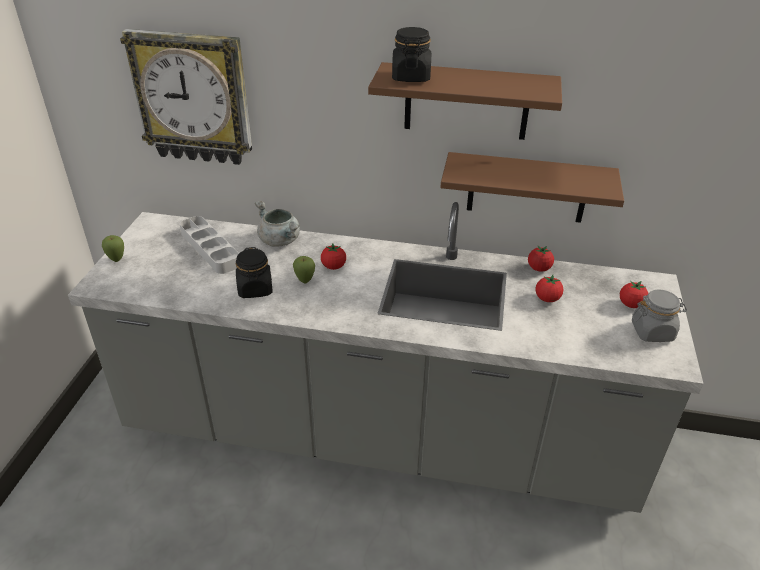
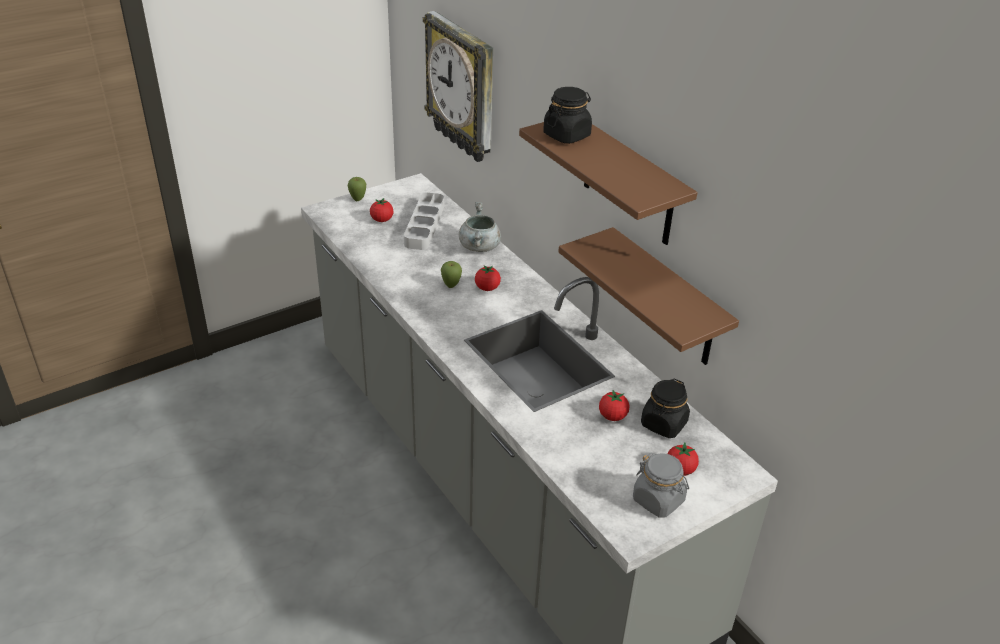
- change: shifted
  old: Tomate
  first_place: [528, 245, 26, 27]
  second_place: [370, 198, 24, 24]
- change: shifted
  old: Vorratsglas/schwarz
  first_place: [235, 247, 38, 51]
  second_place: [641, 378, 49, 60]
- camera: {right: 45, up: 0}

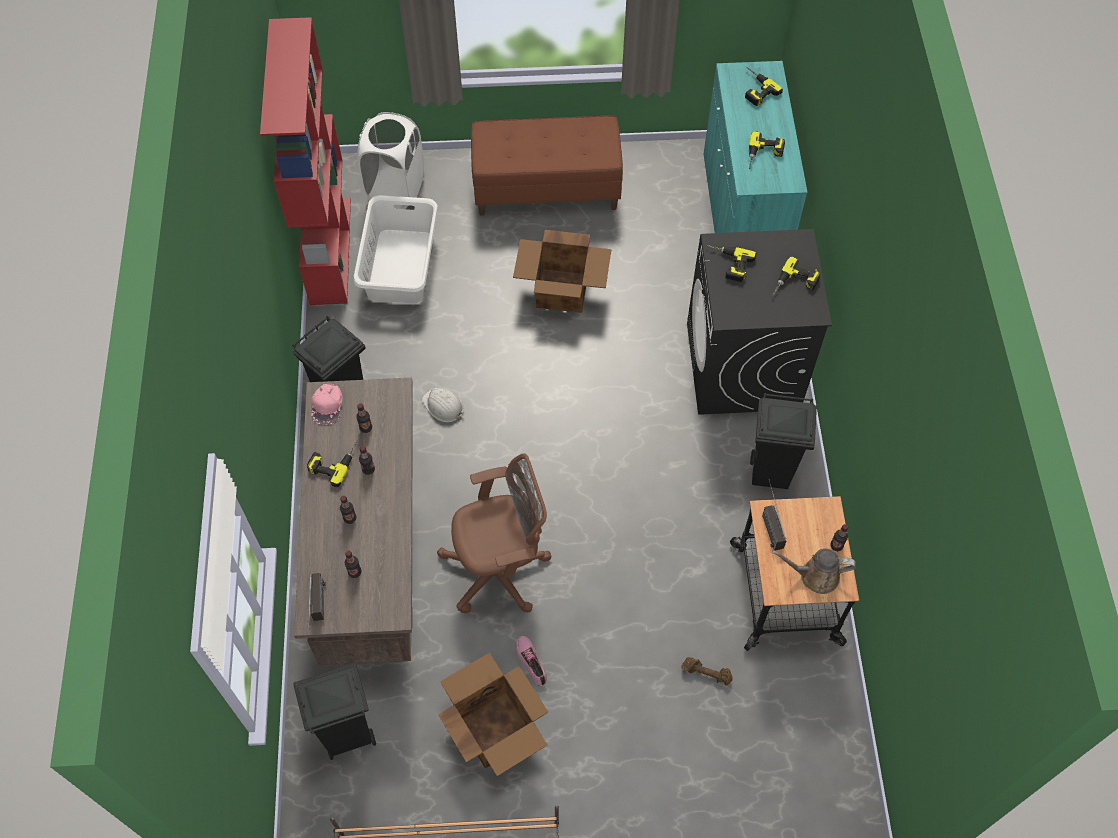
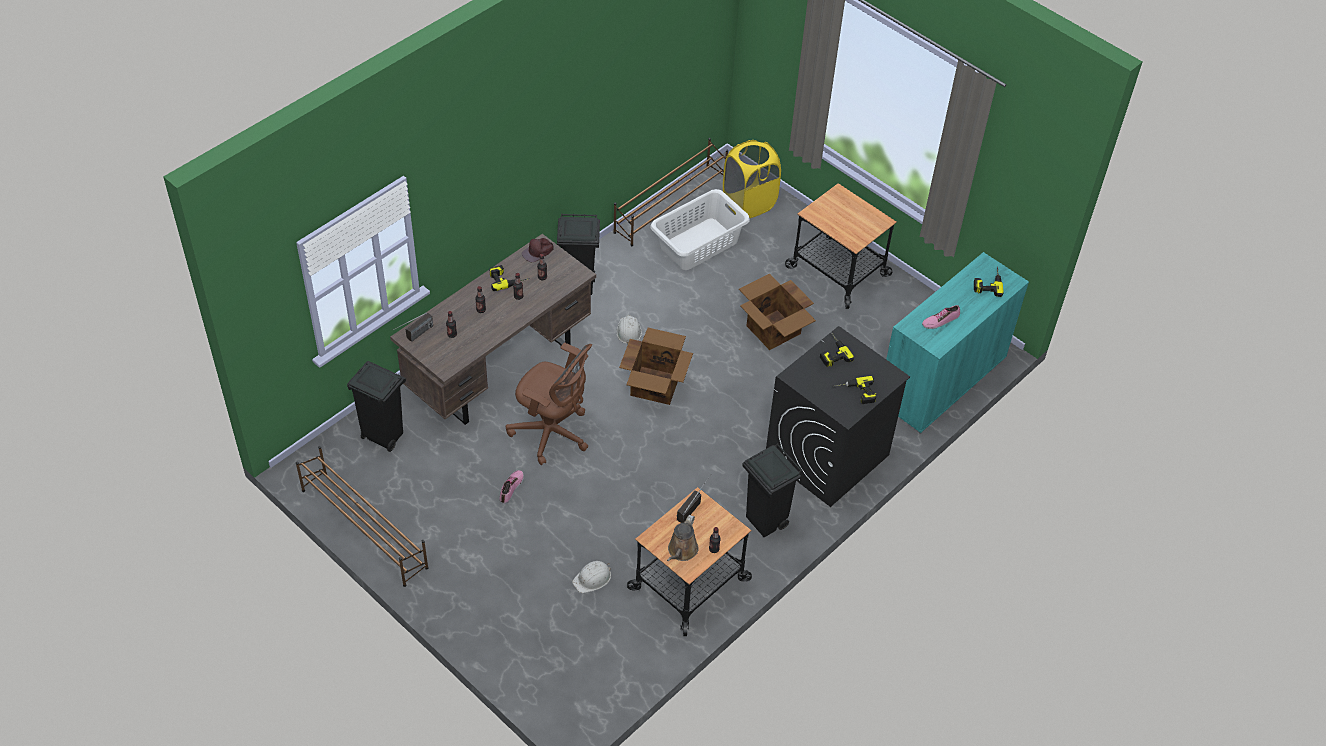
- change: repainted
  old: Kappe/rosa
  new: Kappe/braun
  first_place: [311, 384, 32, 40]
  second_place: [522, 238, 32, 24]
- change: swapped
  old: Hantel/braun
  new: Schutzhelm/weiß
  first_place: [681, 657, 52, 29]
  second_place: [572, 561, 39, 32]
- change: swapped
  old: Bücherregal/rot
  new: Schuhregal/braun
  first_place: [260, 17, 91, 288]
  second_place: [613, 138, 115, 108]
- change: shifted
  old: Karton
  first_place: [438, 652, 110, 124]
  second_place: [619, 328, 74, 77]
- change: rotated
  old: Gießkanne/braun
  first_place: [772, 548, 84, 46]
  second_place: [667, 515, 32, 46]
  degrees: -120
- change: repainted
  old: Wäschekorb/weiß
  new: Wäschekorb/gelb
  first_place: [358, 112, 66, 97]
  second_place: [723, 140, 58, 78]
- change: swapped
  old: Bank/braun
  new: Rollwagen
  first_place: [471, 116, 152, 100]
  second_place: [785, 183, 112, 126]
- change: swapped
  old: Bohrmaschine
  new: Schuh
  first_place: [749, 131, 36, 38]
  second_place: [922, 305, 38, 24]
- camera: {right: 45, up: -10}

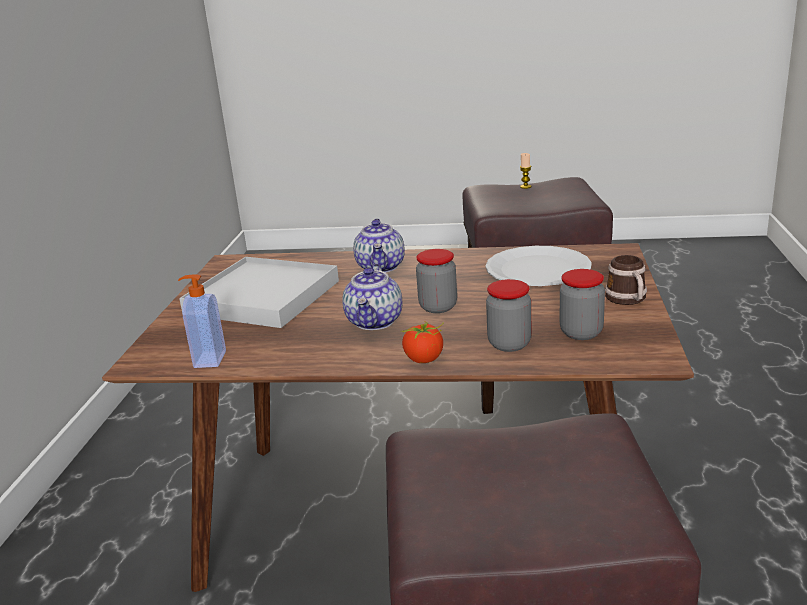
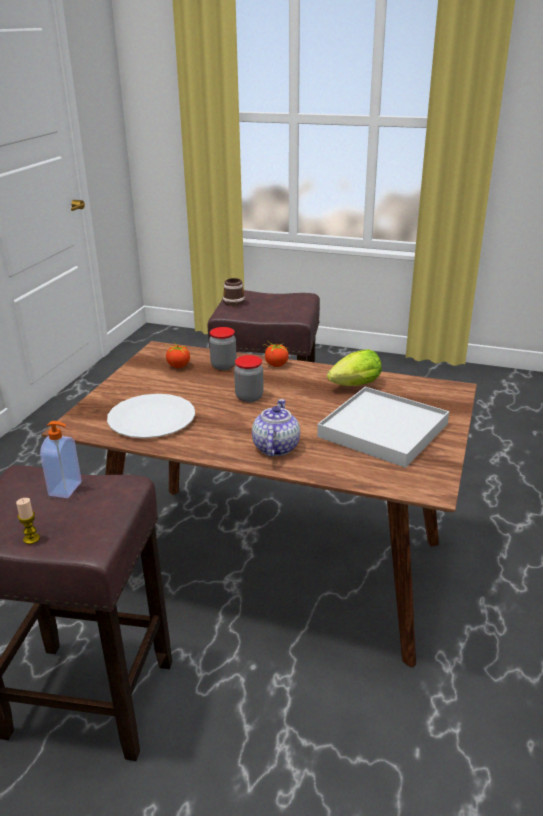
- change: shifted
  old: Seifenspender
  first_place: [178, 274, 48, 94]
  second_place: [40, 421, 41, 77]
- change: swapped
  old: Vorratsglas
  new: Tomate
  first_place: [560, 269, 45, 71]
  second_place: [165, 344, 25, 24]
- change: shifted
  old: Henkelbecher
  first_place: [605, 255, 42, 50]
  second_place: [223, 278, 22, 28]
- change: new
  new: Salatkopf
  second_place: [327, 349, 55, 37]
- change: gone
  old: Teekanne
  first_place: [342, 264, 60, 66]
- camera: {right: -170, up: 5}

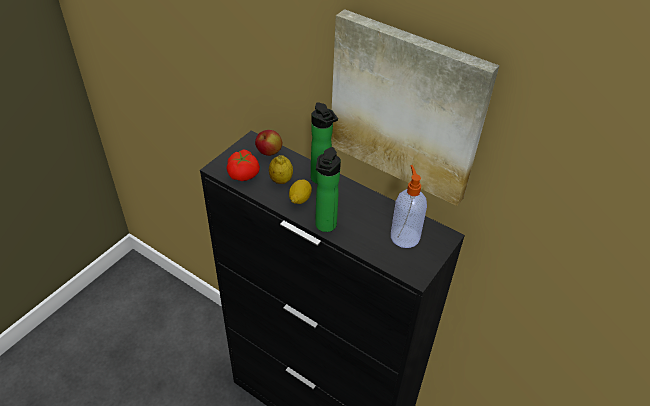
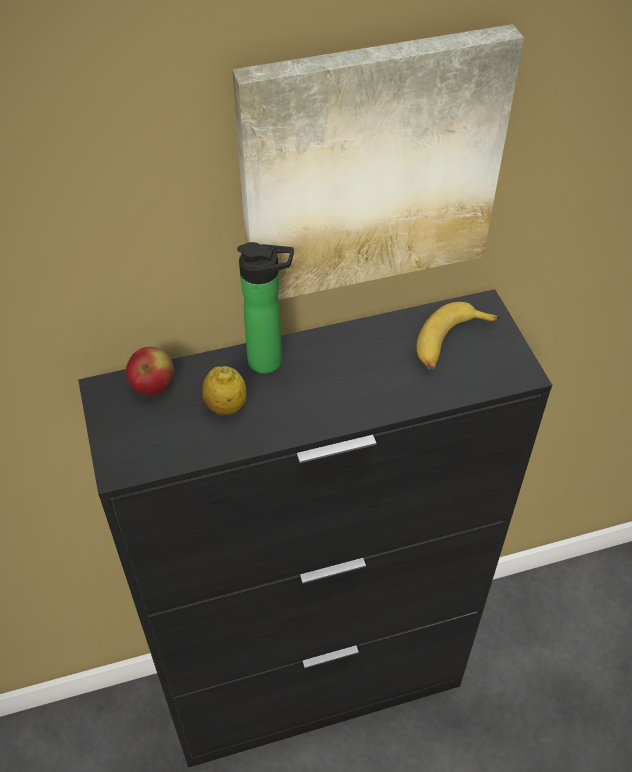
- change: swapped
  old: Seifenspender
  new: Banane
  first_place: [391, 165, 36, 83]
  second_place: [417, 302, 83, 68]
- change: gone
  old: Tomate
  first_place: [227, 149, 33, 32]
- change: gone
  old: Zitrone
  first_place: [289, 180, 23, 24]
- change: gone
  old: Flasche
  first_place: [315, 147, 26, 85]
- camera: {right: -50, up: 5}

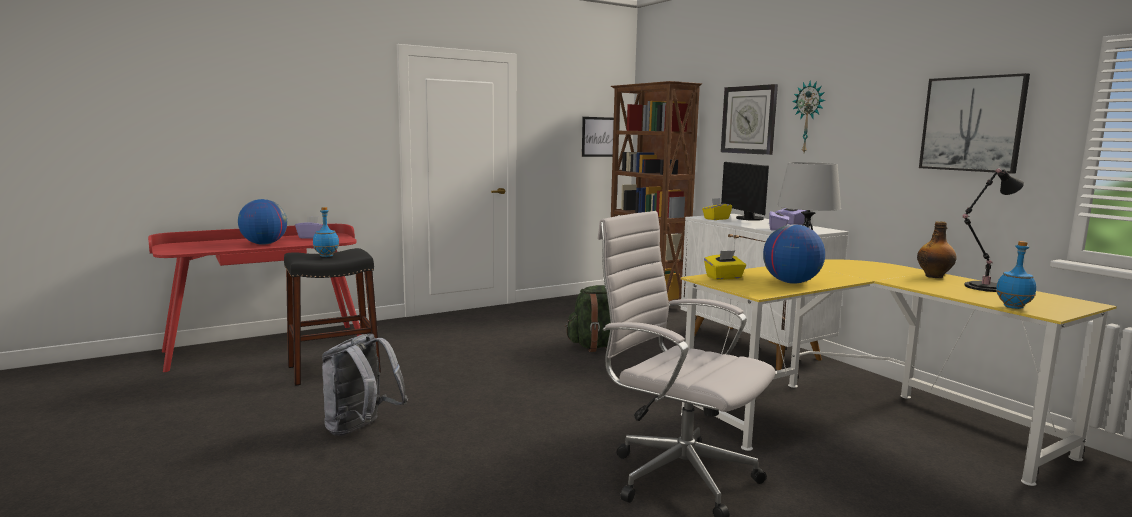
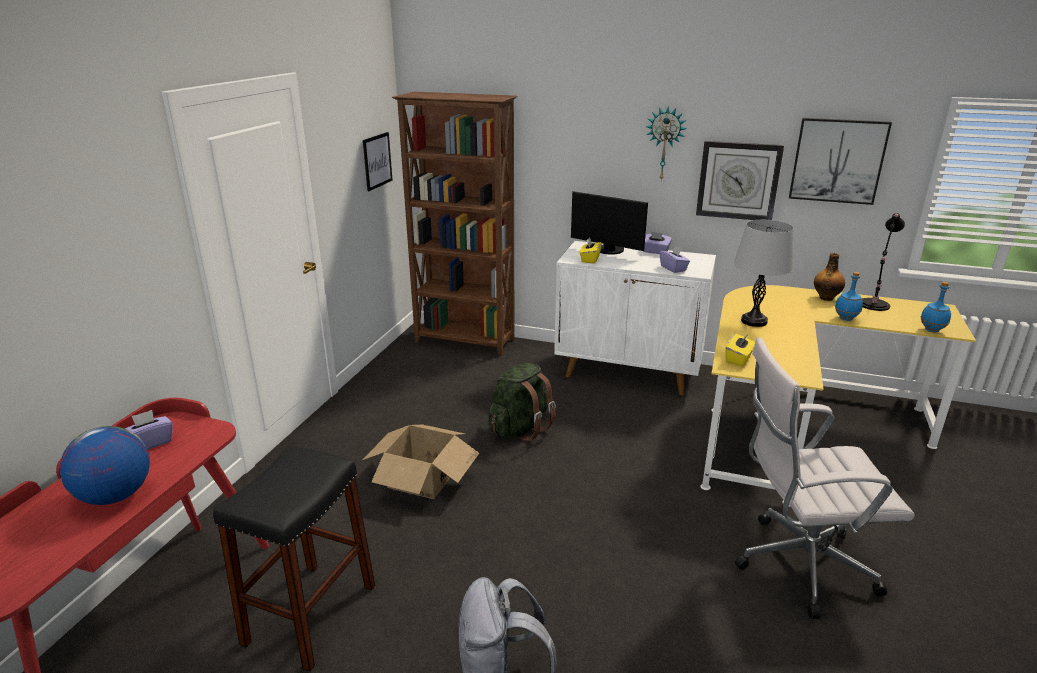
- change: new
  new: Karton
  second_place: [363, 425, 116, 74]
- change: shifted
  old: Wanduhr
  first_place: [721, 84, 57, 71]
  second_place: [696, 141, 88, 79]
- change: shifted
  old: Flasche/blau
  first_place: [313, 207, 26, 50]
  second_place: [835, 272, 28, 49]
- change: gone
  old: Globus
  first_place: [763, 224, 62, 60]
- camera: {right: -40, up: 15}

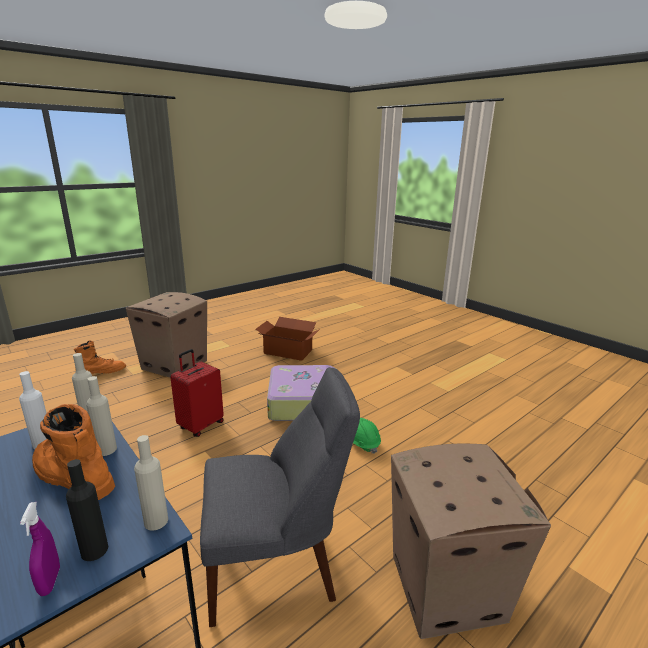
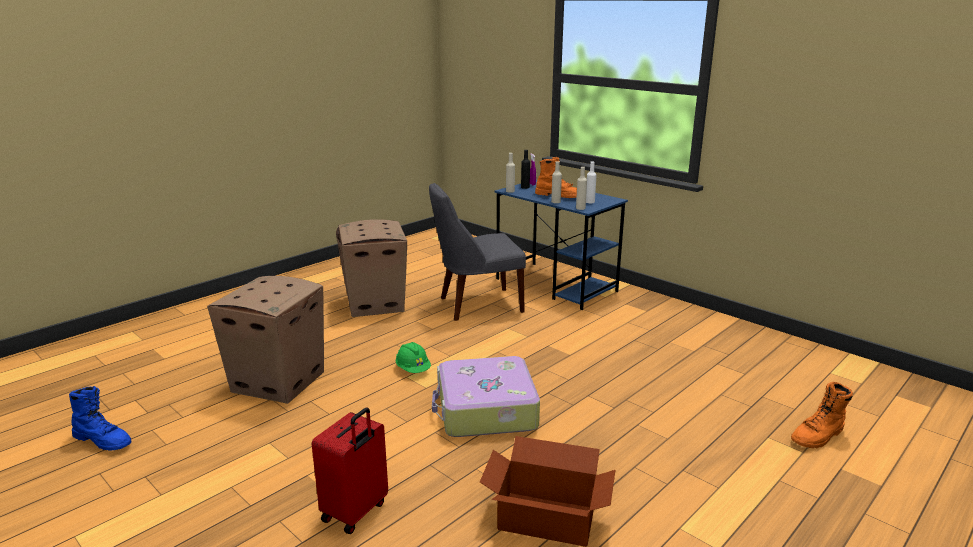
- change: new
  new: Stiefel/blau
  second_place: [69, 386, 63, 65]
- change: shifted
  old: Karton
  first_place: [126, 292, 81, 86]
  second_place: [207, 276, 117, 128]
- change: shifted
  old: Koffer/rot
  first_place: [170, 349, 54, 88]
  second_place: [312, 407, 76, 127]
- camera: {right: 175, up: 0}

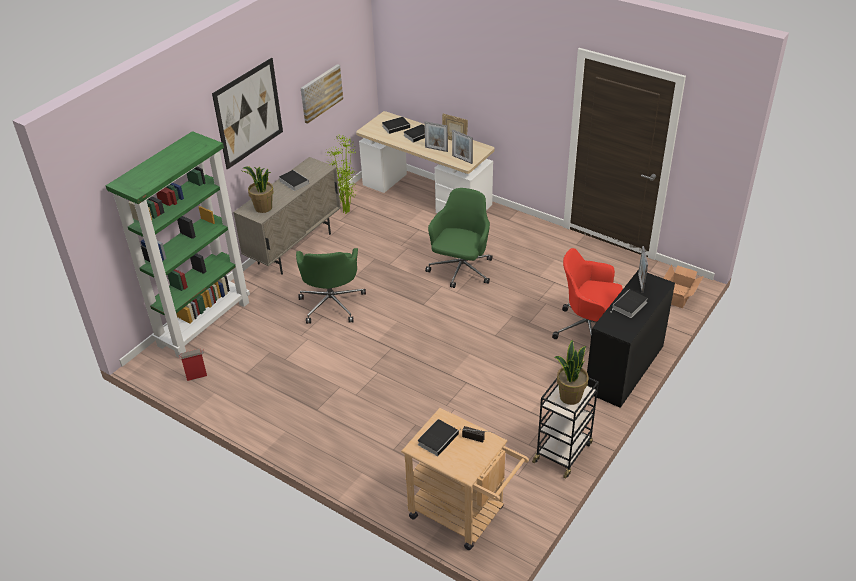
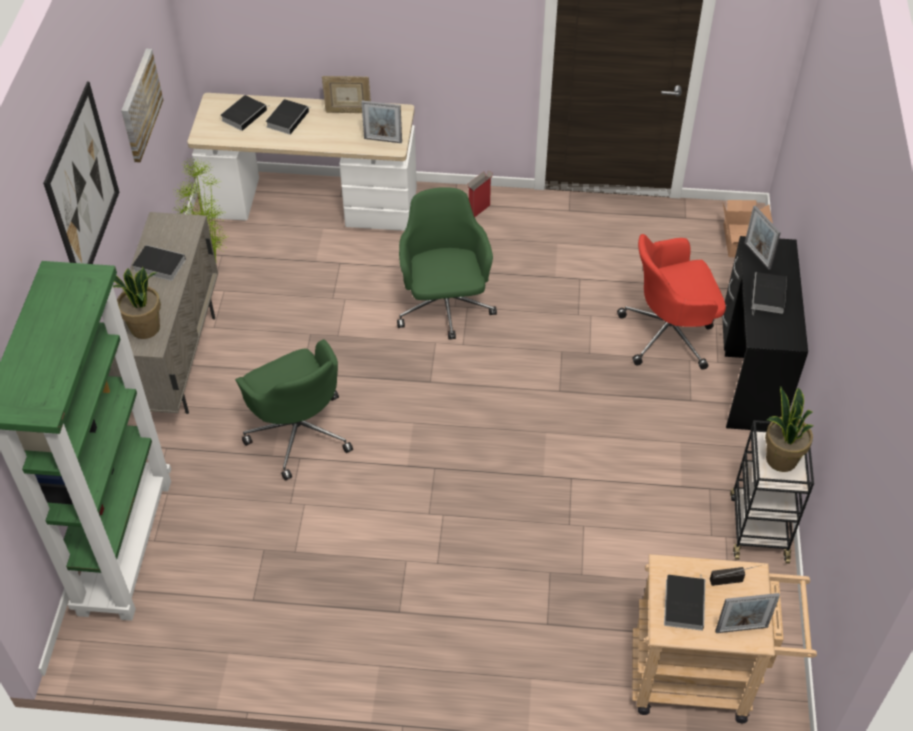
- change: shifted
  old: Karton
  first_place: [179, 349, 28, 32]
  second_place: [467, 170, 26, 47]
- change: shifted
  old: Bilderrahmen
  first_place: [424, 121, 24, 31]
  second_place: [715, 593, 65, 40]
- camera: {right: -30, up: 10}

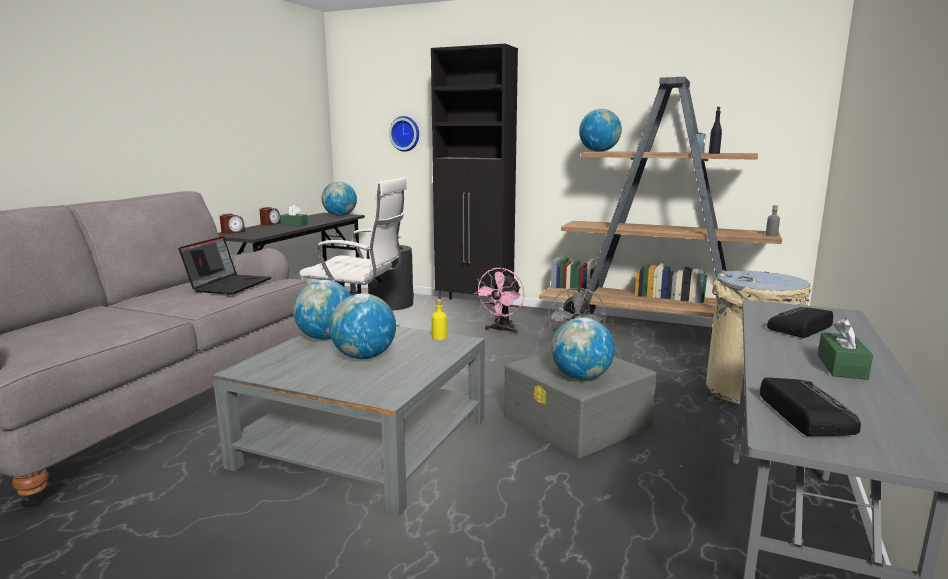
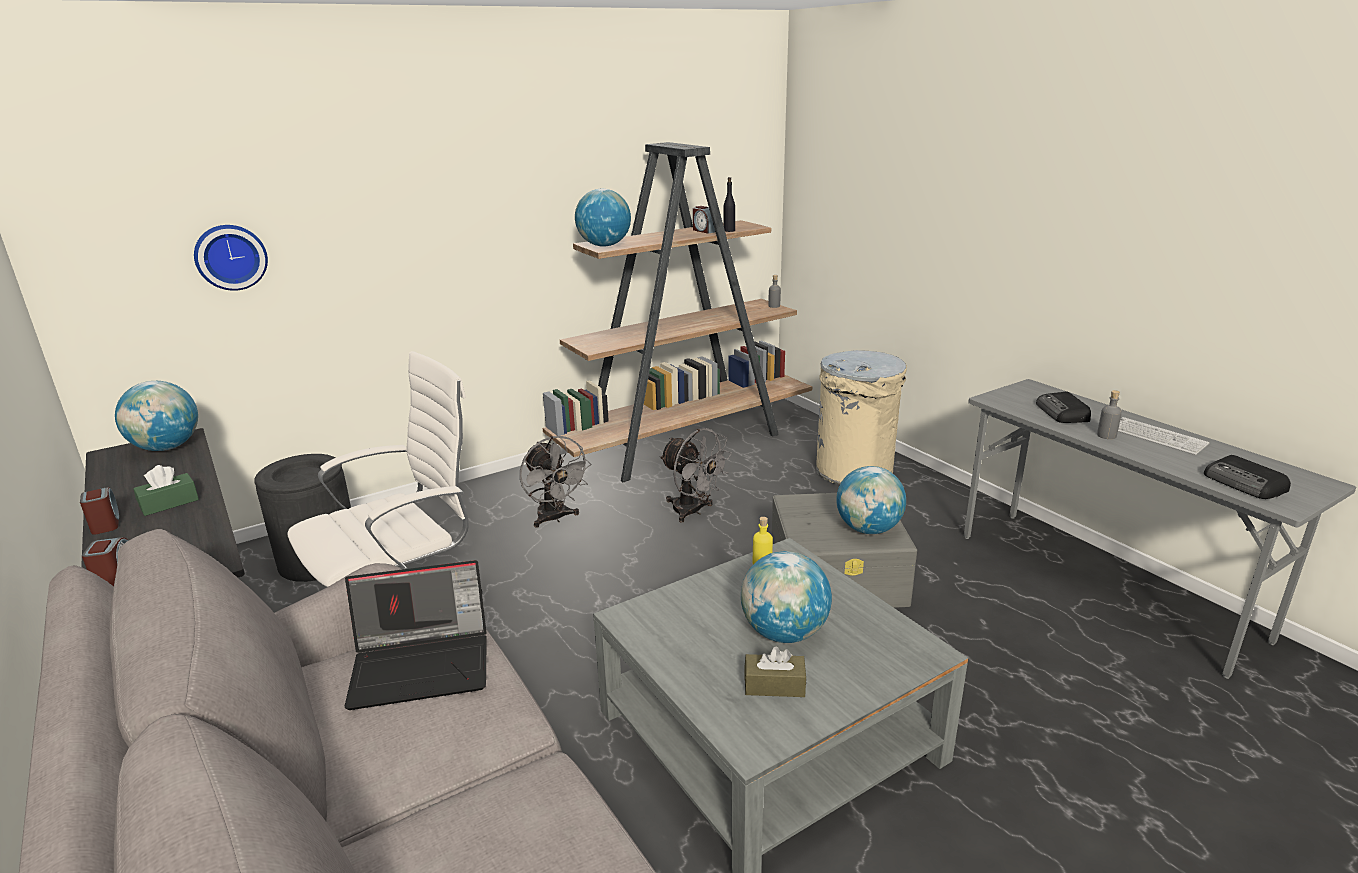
- change: rotated
  old: Laptop
  first_place: [179, 236, 92, 59]
  second_place: [345, 560, 142, 150]
  degrees: 120
- change: repainted
  old: Ventilator/rosa
  new: Ventilator/grau
  first_place: [474, 267, 51, 67]
  second_place: [520, 436, 72, 92]
- change: new
  new: Taschentuchbox/braun
  second_place: [744, 647, 62, 50]
- change: new
  new: Flasche/grau
  second_place: [1097, 390, 25, 49]
- change: swapped
  old: Taschentuchbox/grün
  new: Tastatur
  first_place: [818, 318, 55, 62]
  second_place: [1118, 417, 92, 38]
- change: rotated
  old: Radio
  first_place: [760, 377, 101, 59]
  second_place: [1204, 455, 87, 44]
  degrees: -150
- change: gone
  old: Globus
  first_place: [293, 280, 58, 60]
- change: gone
  old: Schrank/schwarz
  first_place: [431, 44, 87, 256]
- camera: {right: -55, up: 10}

